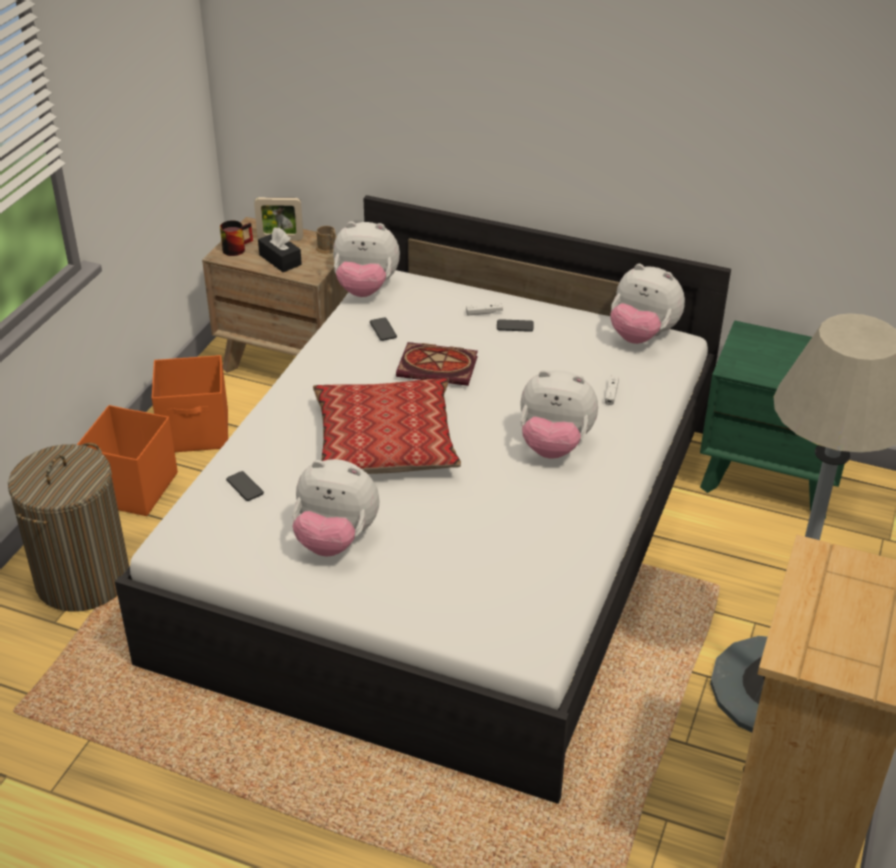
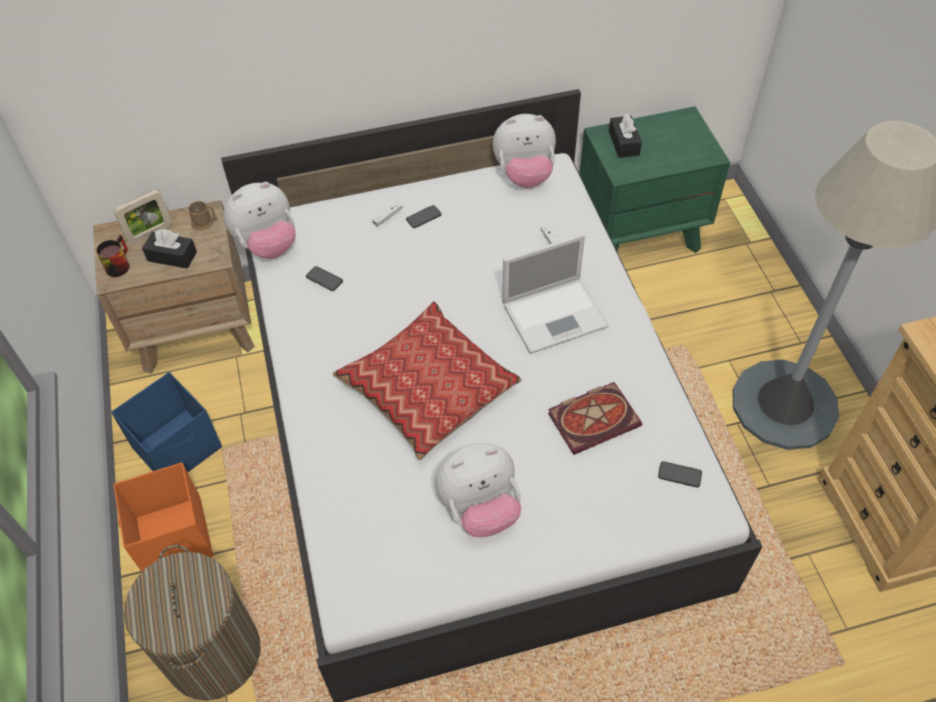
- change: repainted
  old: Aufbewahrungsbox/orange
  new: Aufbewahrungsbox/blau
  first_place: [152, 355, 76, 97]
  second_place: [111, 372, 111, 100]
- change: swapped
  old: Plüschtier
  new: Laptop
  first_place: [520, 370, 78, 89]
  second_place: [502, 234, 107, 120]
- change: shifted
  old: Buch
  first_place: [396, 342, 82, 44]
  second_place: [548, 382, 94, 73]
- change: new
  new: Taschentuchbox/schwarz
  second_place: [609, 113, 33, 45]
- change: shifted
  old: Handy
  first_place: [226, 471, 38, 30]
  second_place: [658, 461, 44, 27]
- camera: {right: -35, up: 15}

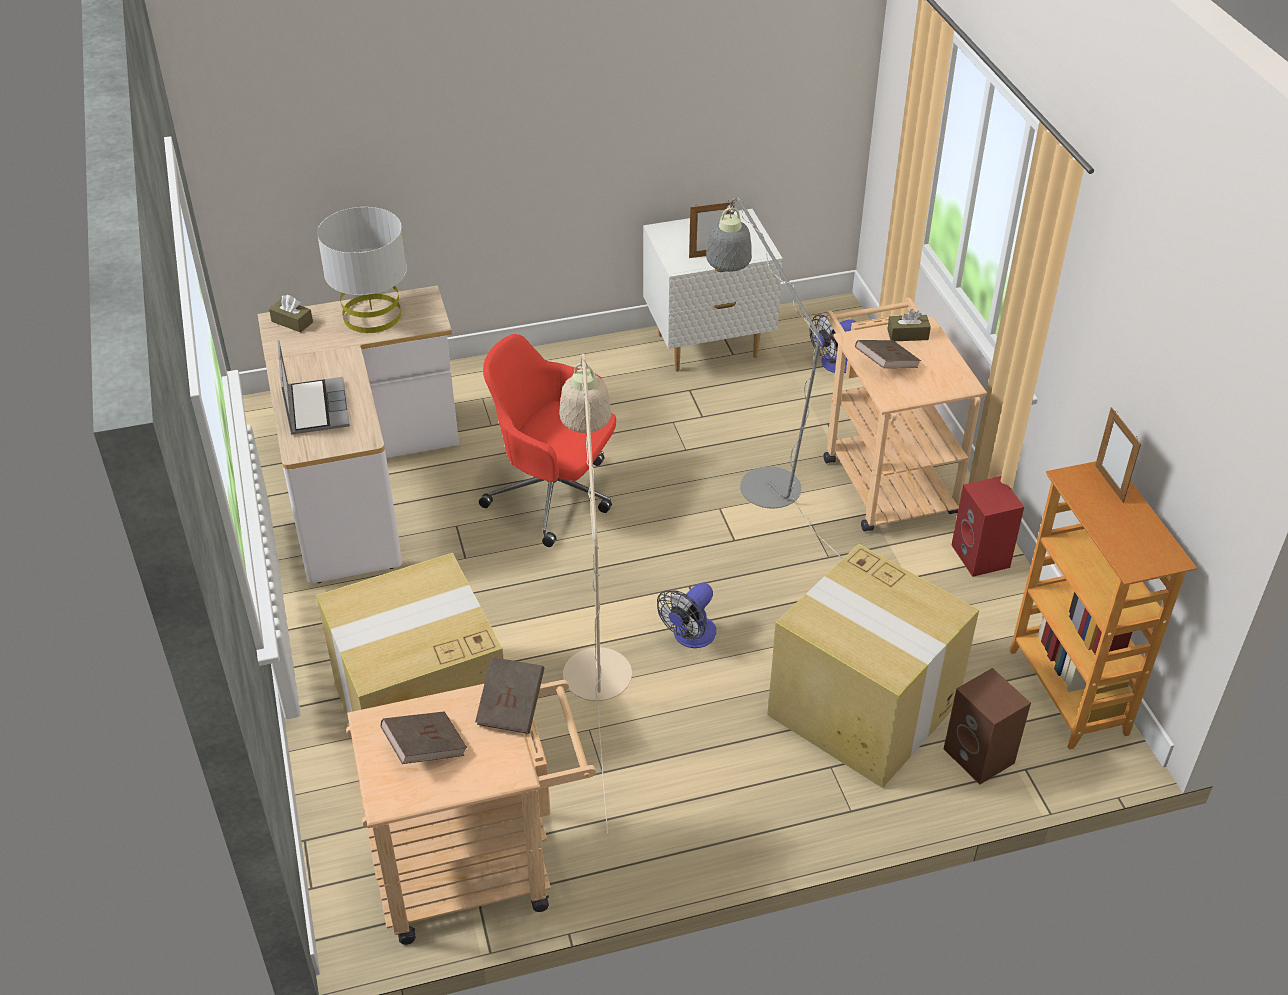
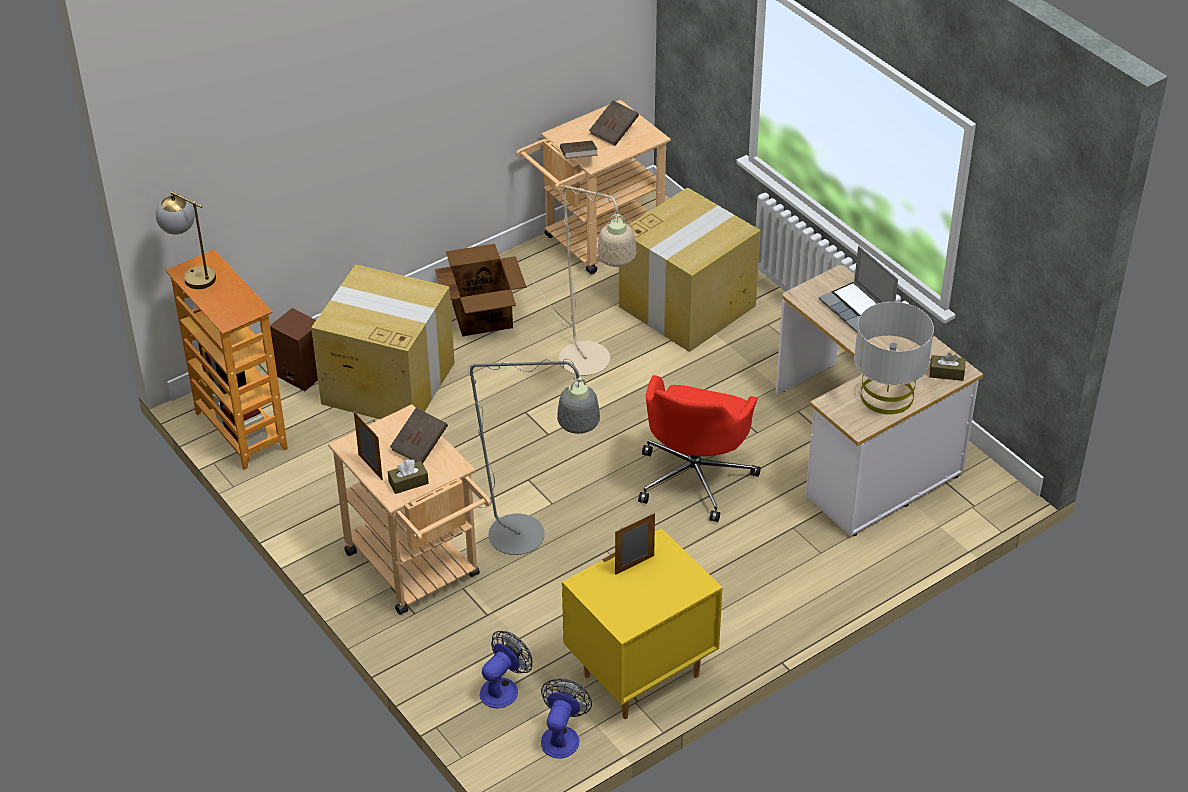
- change: new
  new: Tischlampe
  second_place: [156, 192, 60, 97]
- change: shifted
  old: Bilderrahmen
  first_place: [1095, 407, 46, 96]
  second_place: [354, 412, 29, 68]
- change: new
  new: Karton
  second_place: [435, 244, 91, 92]
- change: shifted
  old: Ventilator
  first_place: [657, 583, 59, 65]
  second_place: [541, 679, 51, 79]
- change: repainted
  old: Nachttisch/weiß
  new: Nachttisch/gelb
  first_place: [643, 209, 140, 163]
  second_place: [562, 528, 161, 191]
- change: rotated
  old: Bürostuhl/rot
  first_place: [479, 334, 137, 213]
  second_place: [638, 375, 123, 147]
  degrees: 105
- change: gone
  old: Lautsprecher/rot
  first_place: [952, 476, 72, 101]
- camera: {right: 160, up: 0}

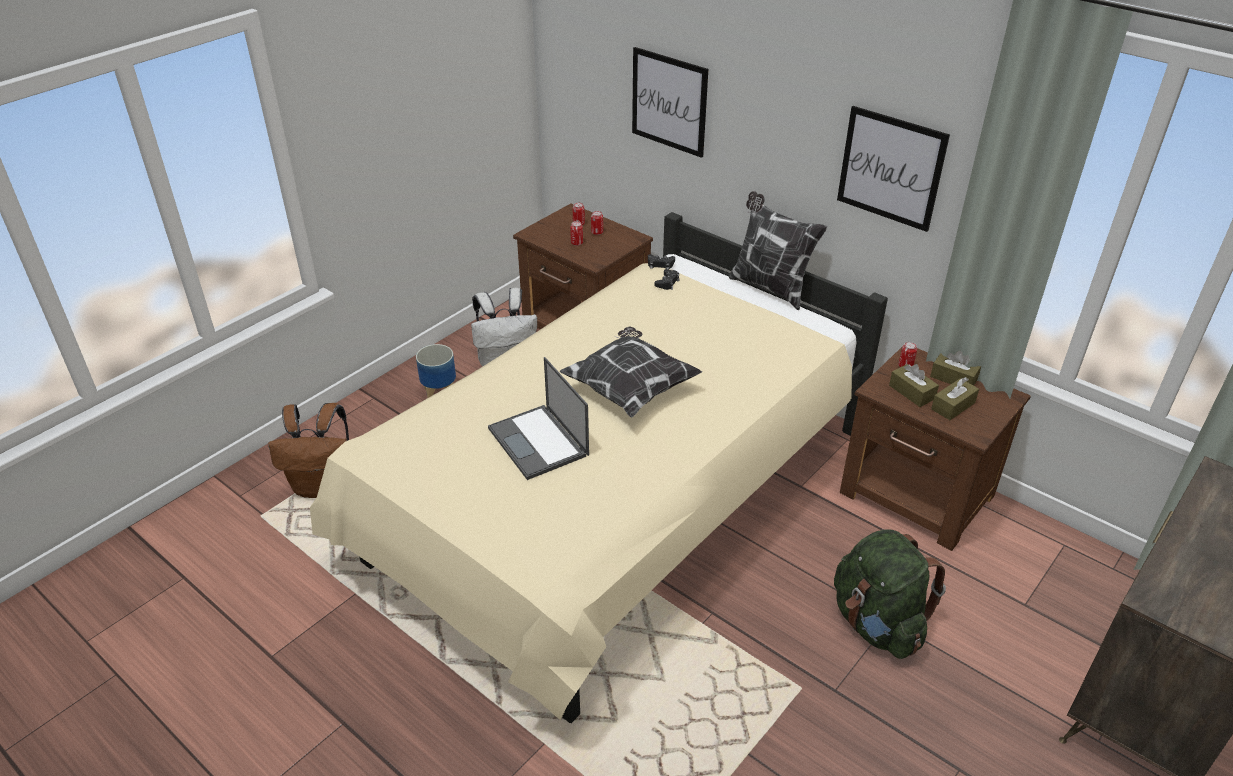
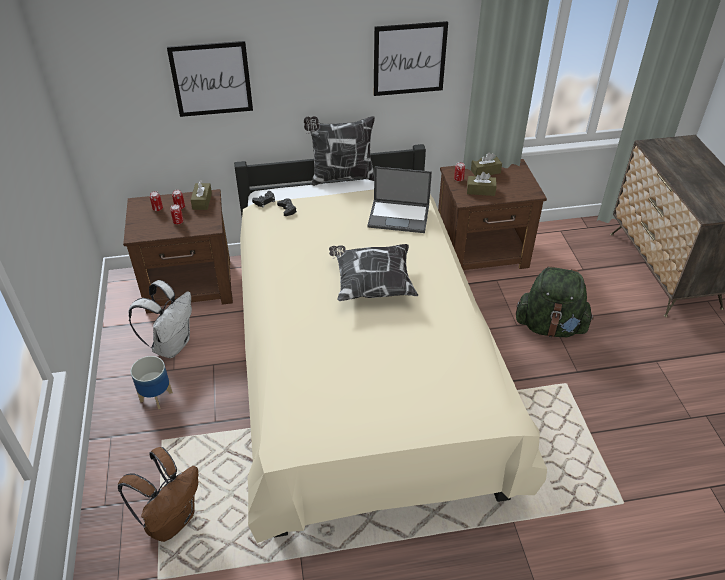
- change: shifted
  old: Taschentuchbox/braun
  first_place: [931, 377, 48, 43]
  second_place: [191, 180, 21, 30]
- change: shifted
  old: Laptop
  first_place: [488, 357, 101, 123]
  second_place: [367, 166, 65, 67]
- camera: {right: -50, up: 5}

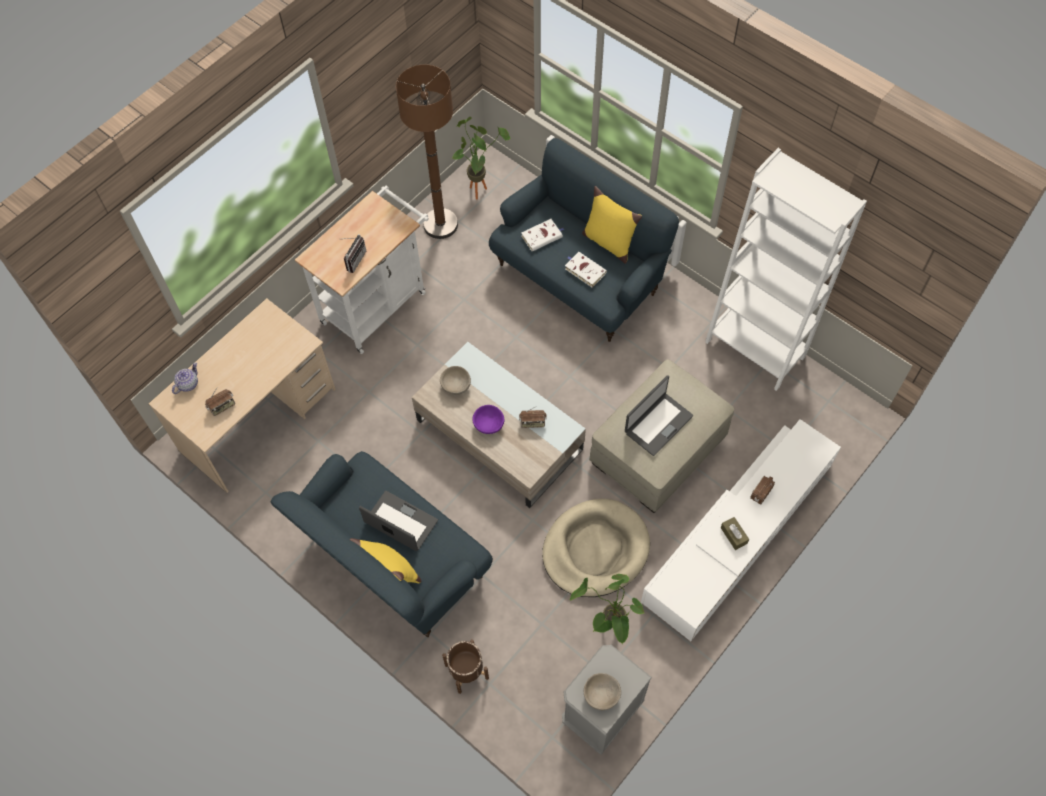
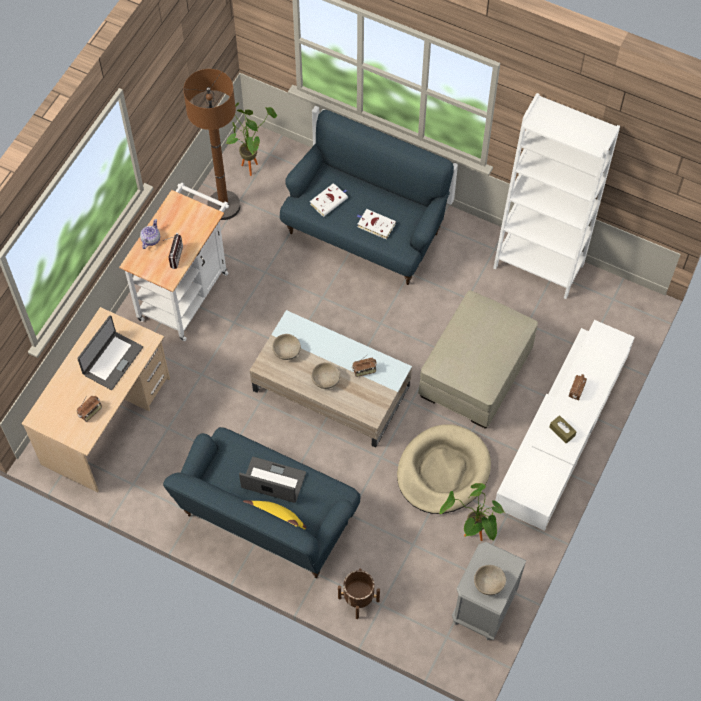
- change: shifted
  old: Laptop
  first_place: [625, 375, 68, 81]
  second_place: [77, 315, 66, 75]
- change: shifted
  old: Teekanne
  first_place: [172, 363, 26, 31]
  second_place: [140, 219, 20, 30]
- change: repainted
  old: Schüssel/lila
  new: Schüssel/beige
  first_place: [473, 405, 31, 29]
  second_place: [311, 362, 29, 27]
- change: gone
  old: Kissen/gelb
  first_place: [582, 186, 60, 78]
- camera: {right: -15, up: 0}

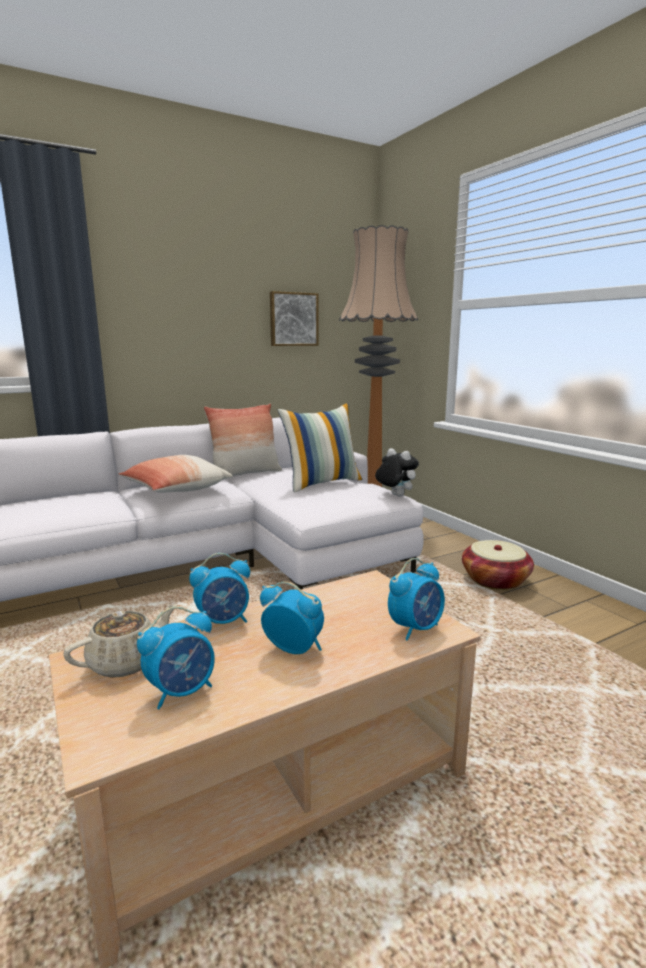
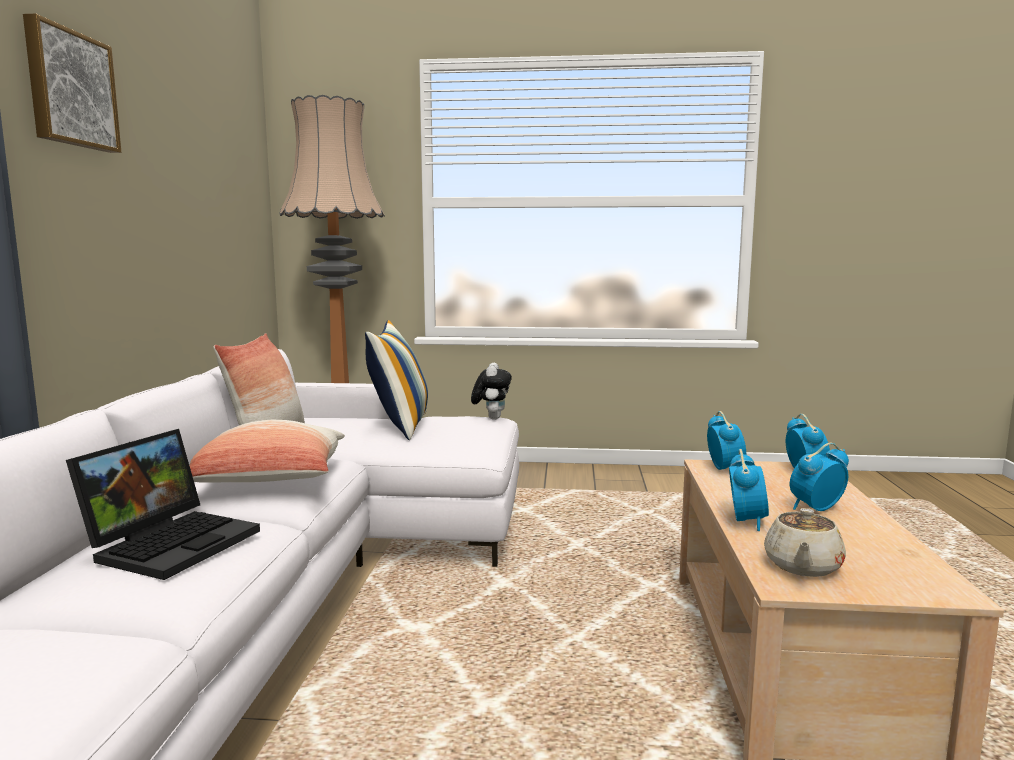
- change: shifted
  old: Bild
  first_place: [270, 291, 49, 55]
  second_place: [23, 14, 98, 139]
- change: new
  new: Laptop
  second_place: [66, 429, 194, 151]
- change: rotated
  old: Plüschtier
  first_place: [375, 448, 44, 48]
  second_place: [471, 363, 41, 57]
  degrees: 105
- change: shifted
  old: Wecker
  first_place: [137, 607, 78, 102]
  second_place: [707, 411, 39, 59]
- change: rotated
  old: Teekanne/beige
  first_place: [63, 604, 114, 74]
  second_place: [764, 508, 82, 69]
  degrees: -150
- change: gone
  old: Korb
  first_place: [462, 540, 72, 50]
- camera: {right: -55, up: -5}

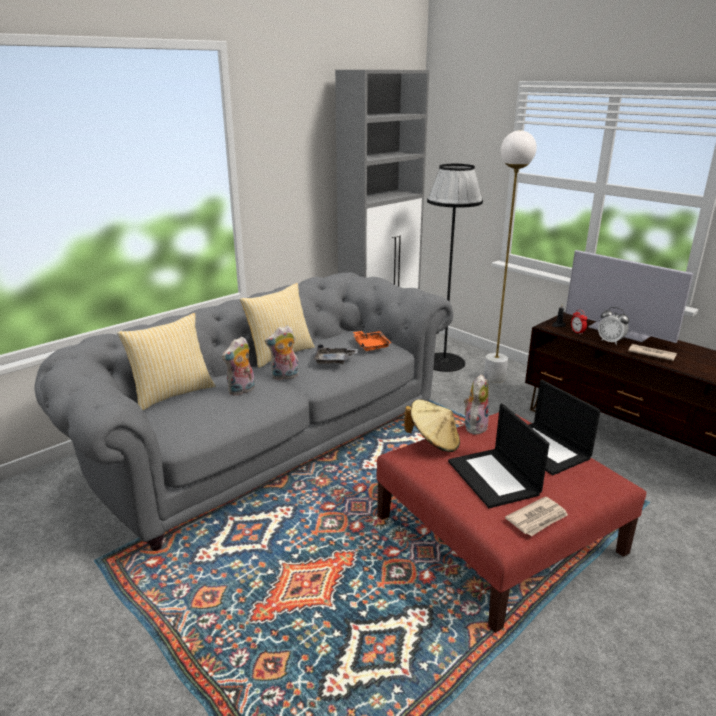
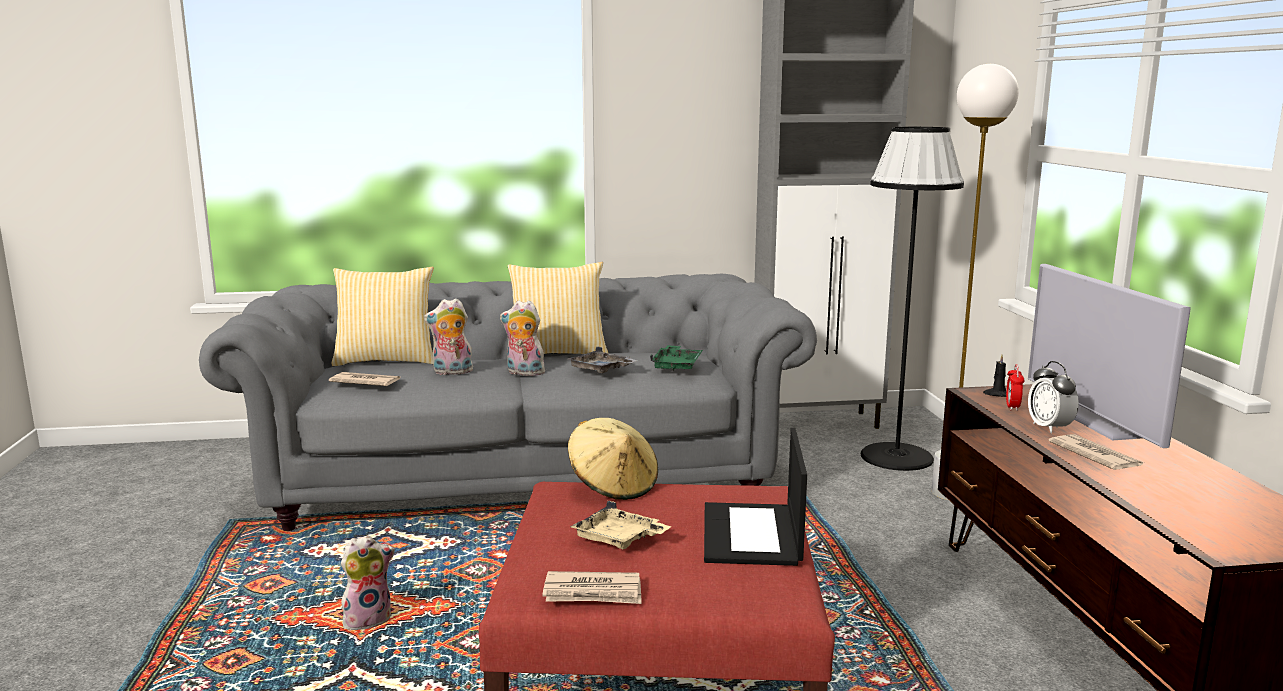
- change: new
  new: Zeitung
  second_place: [329, 372, 71, 14]
- change: shifted
  old: Plüschtier
  first_place: [464, 374, 25, 61]
  second_place: [341, 535, 54, 95]
- change: swapped
  old: Laptop
  new: Tablett/beige
  first_place: [448, 404, 101, 104]
  second_place: [570, 501, 101, 48]
- change: repainted
  old: Tablett/orange
  new: Tablett/grün
  first_place: [353, 331, 38, 20]
  second_place: [650, 345, 53, 26]
- camera: {right: 35, up: -10}

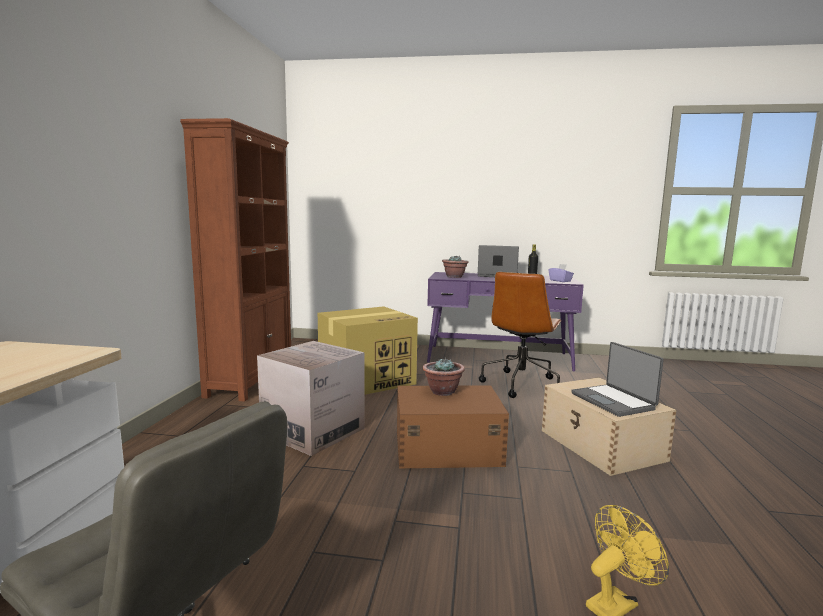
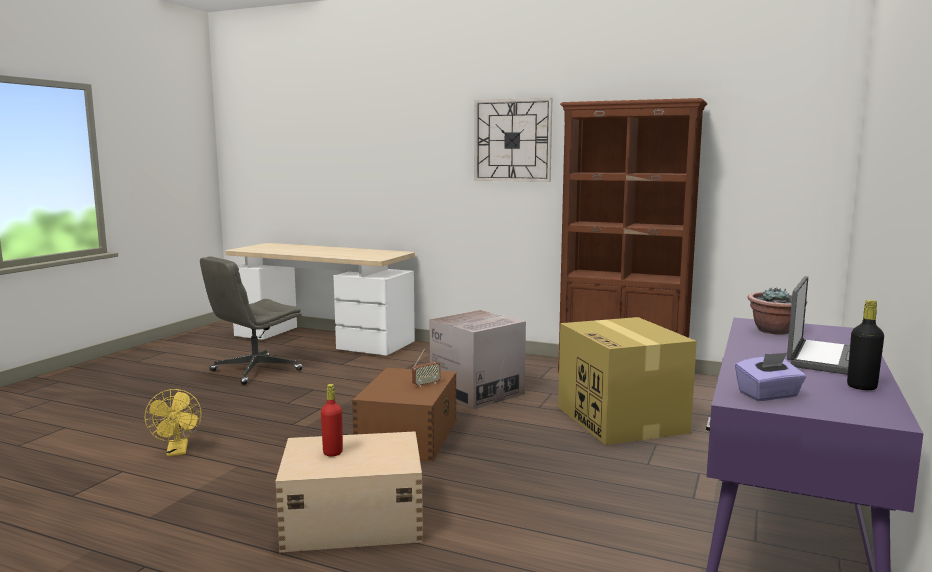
- change: swapped
  old: Laptop
  new: Flasche/rot
  first_place: [571, 342, 93, 75]
  second_place: [321, 384, 22, 72]
- change: swapped
  old: Topfpflanze
  new: Radio
  first_place: [422, 357, 43, 39]
  second_place: [412, 348, 29, 39]
- change: new
  new: Wanduhr
  second_place: [474, 98, 78, 84]
- change: gone
  old: Bürostuhl/braun
  first_place: [479, 272, 82, 126]
- camera: {right: 105, up: 0}

